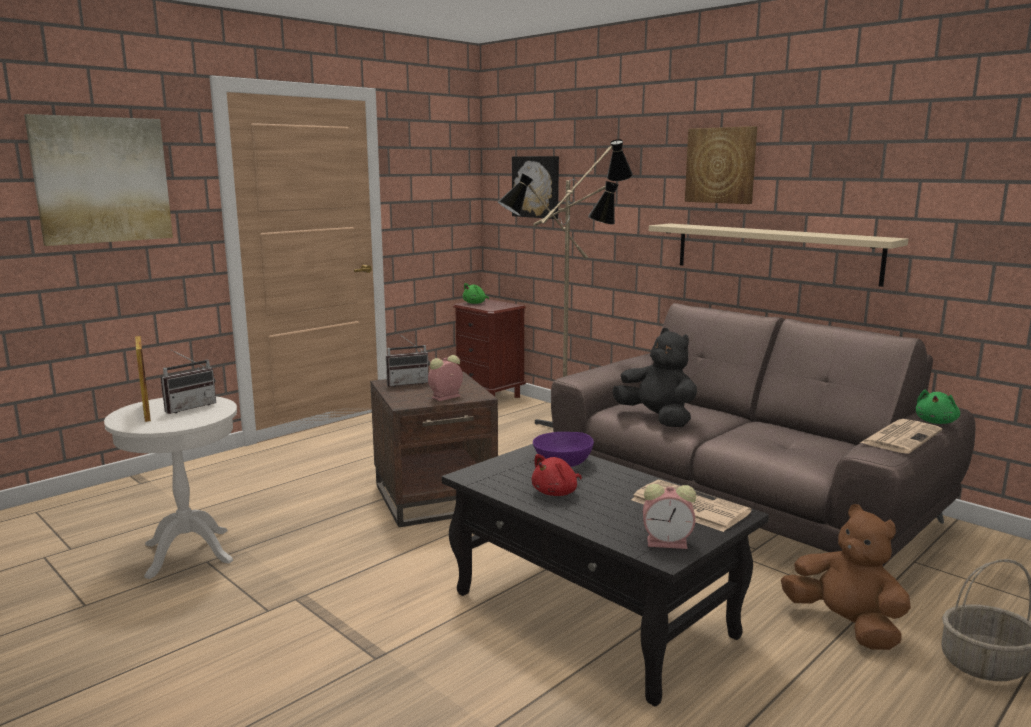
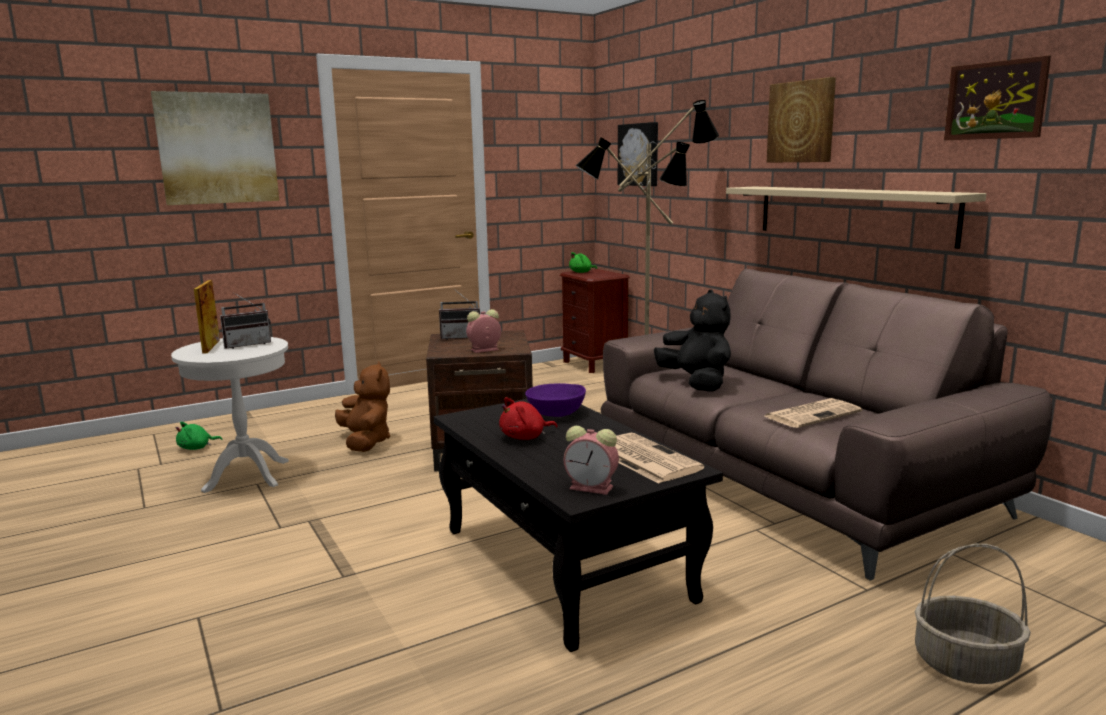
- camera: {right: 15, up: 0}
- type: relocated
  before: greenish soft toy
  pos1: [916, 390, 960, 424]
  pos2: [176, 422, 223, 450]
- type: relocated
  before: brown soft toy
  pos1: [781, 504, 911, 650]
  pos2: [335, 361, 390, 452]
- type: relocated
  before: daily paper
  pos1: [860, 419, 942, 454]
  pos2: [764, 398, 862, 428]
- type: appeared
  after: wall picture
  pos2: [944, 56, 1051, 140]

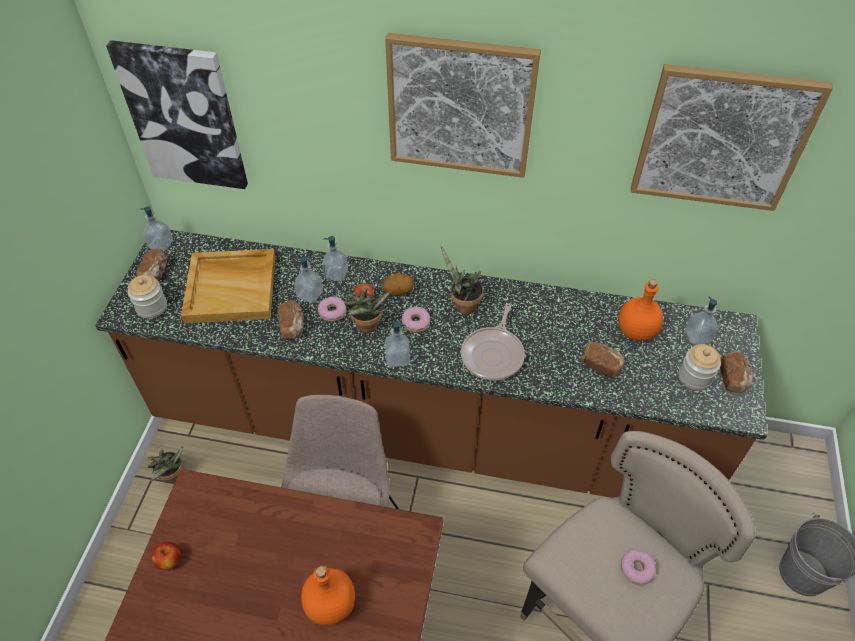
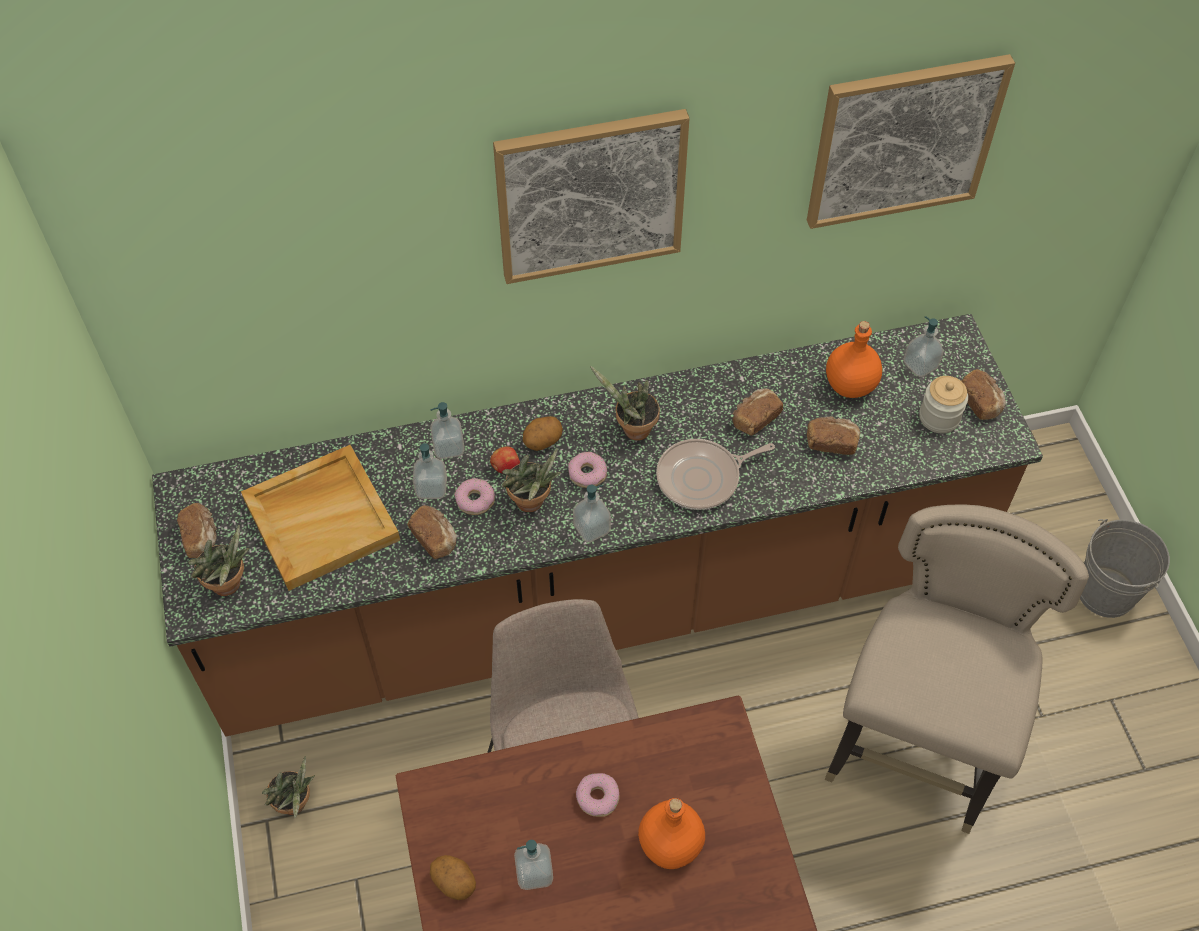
- camera: {right: -25, up: 5}
- type: exchanged
  before: storage jar
  after: potted plant
  pos1: [128, 275, 167, 319]
  pos2: [188, 525, 250, 596]
- type: exchanged
  before: whole apple
  after: spud
  pos1: [152, 542, 181, 570]
  pos2: [430, 855, 476, 900]
- type: relocated
  before: soap bottle
  pos1: [140, 206, 173, 251]
  pos2: [514, 840, 553, 890]
- type: relocated
  before: donut
  pos1: [621, 549, 656, 586]
  pos2: [576, 773, 620, 817]
- type: spun
  before: pan
  pos1: [461, 304, 525, 380]
  pos2: [656, 439, 775, 510]
  turn: 75
- type: appeared
  after: bread
  pos2: [732, 388, 783, 436]
- type: missing
  before: wall picture
  pos1: [106, 40, 248, 189]

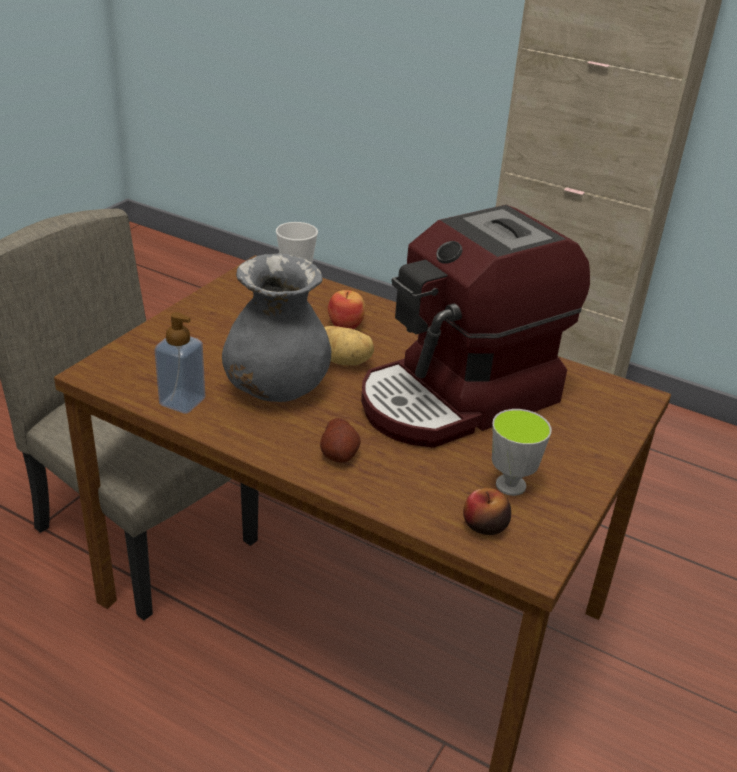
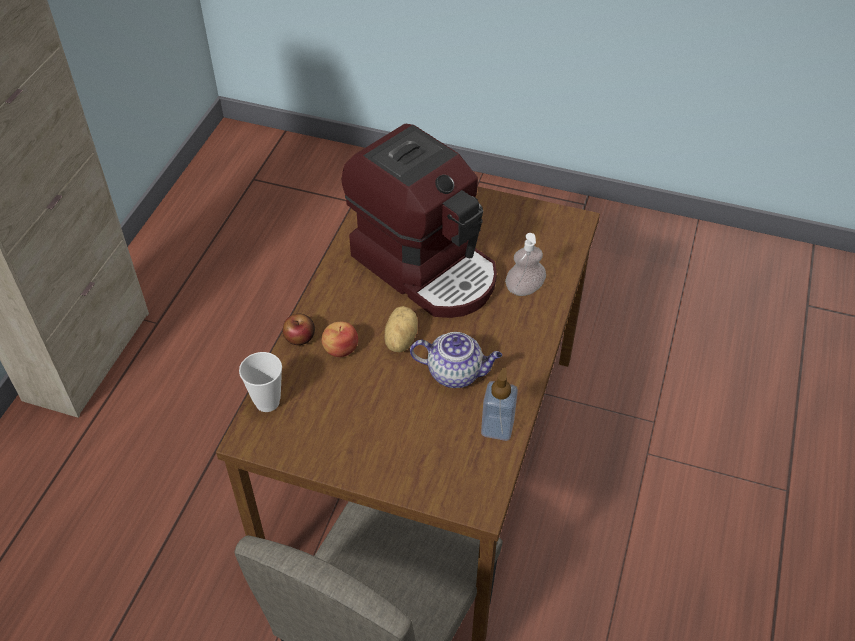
- camera: {right: -100, up: 15}
- type: relocated
  before: whole apple
  pos1: [463, 488, 511, 535]
  pos2: [283, 313, 315, 345]
- type: exchanged
  before: grey flower vase
  after: tea pot
  pos1: [222, 253, 331, 402]
  pos2: [410, 332, 502, 388]
- type: appeared
  after: soap bottle
  pos2: [505, 233, 546, 296]
- type: missing
  before: spud
  pos1: [320, 418, 361, 463]
- type: missing
  before: drinking cup
  pos1: [492, 409, 552, 496]

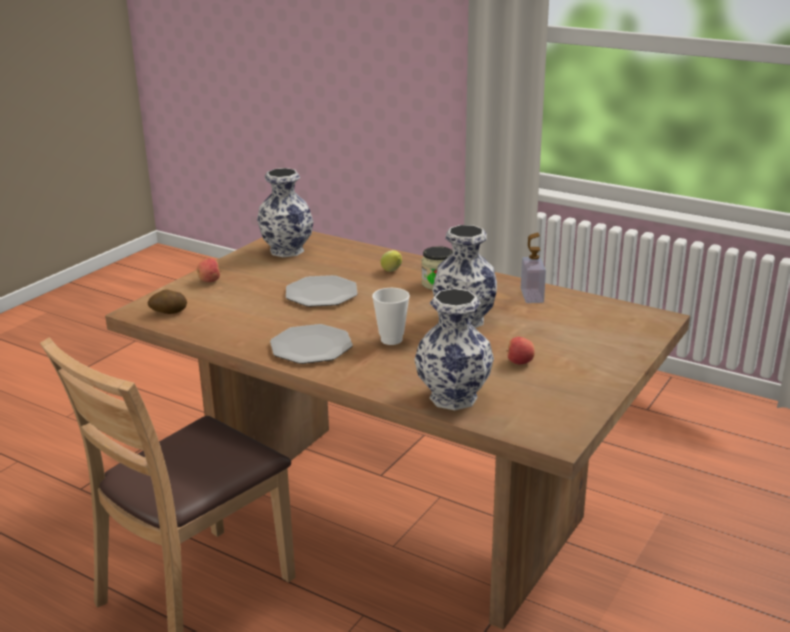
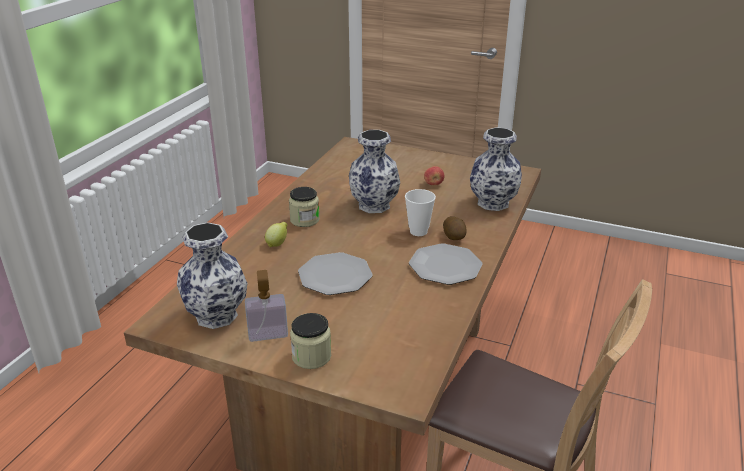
- camera: {right: -100, up: 5}
- type: relocated
  before: soap bottle
  pos1: [521, 233, 546, 303]
  pos2: [245, 270, 288, 342]
- type: exchanged
  before: whole apple
  after: storage jar
  pos1: [197, 258, 221, 282]
  pos2: [290, 313, 331, 369]
- type: relocated
  before: spud
  pos1: [148, 289, 187, 314]
  pos2: [443, 216, 467, 240]

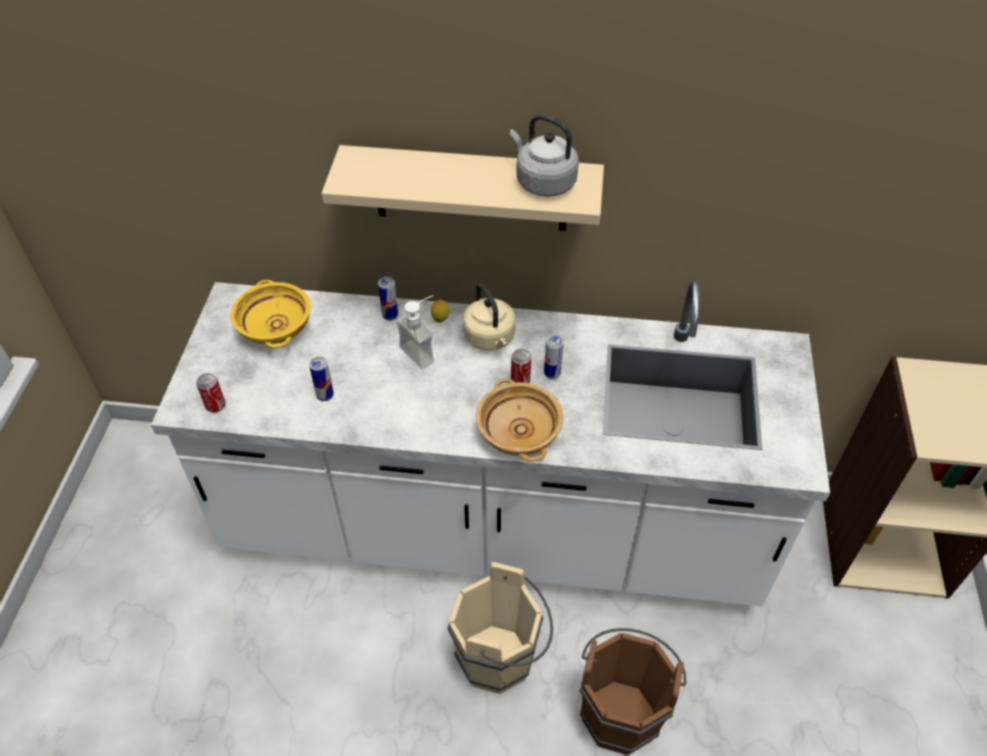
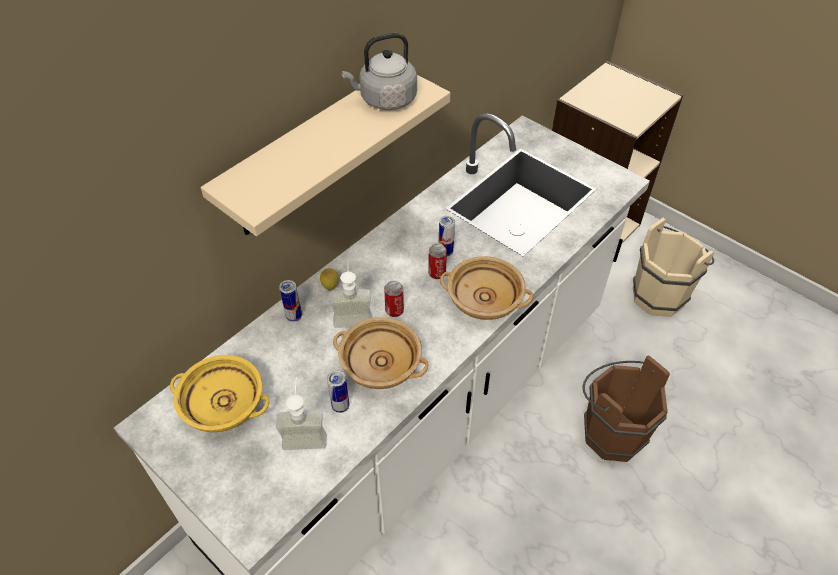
- camera: {right: -55, up: 0}
- type: appeared
  after: soap bottle
  pos2: [276, 377, 327, 450]
- type: appeared
  after: beige-coloured serving bowl
  pos2: [333, 317, 428, 389]
- type: relocated
  before: metal can
  pos1: [196, 373, 225, 412]
  pos2: [384, 281, 404, 317]
- type: relocated
  before: beige-coloured bucket
  pos1: [448, 562, 553, 694]
  pos2: [633, 217, 714, 317]
- type: missing
  before: beige-coloured water kettle
  pos1: [463, 283, 516, 350]

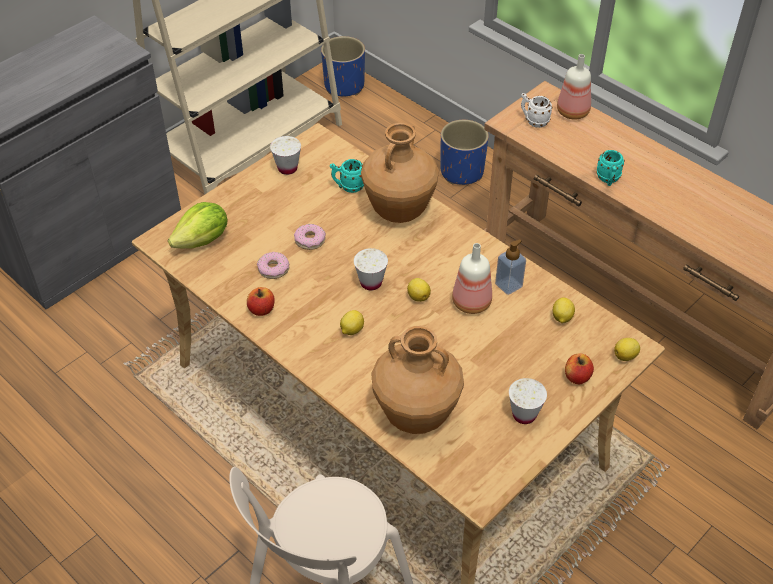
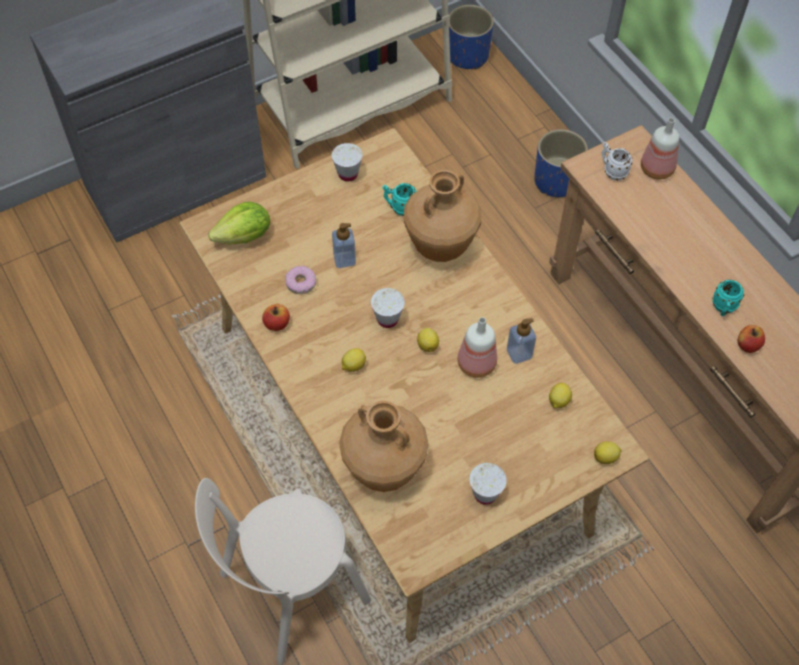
- camera: {right: 15, up: 10}
- type: exchanged
  before: donut
  after: soap bottle
  pos1: [294, 224, 326, 250]
  pos2: [332, 223, 356, 268]
- type: relocated
  before: turquoise-coloured mug
  pos1: [596, 150, 625, 186]
  pos2: [712, 280, 744, 316]
- type: relocated
  before: whole apple
  pos1: [565, 353, 594, 384]
  pos2: [738, 325, 765, 353]

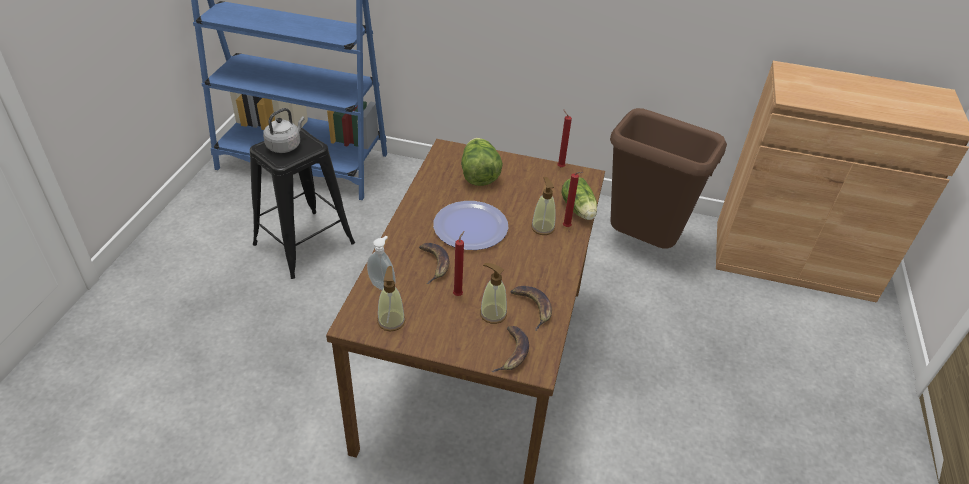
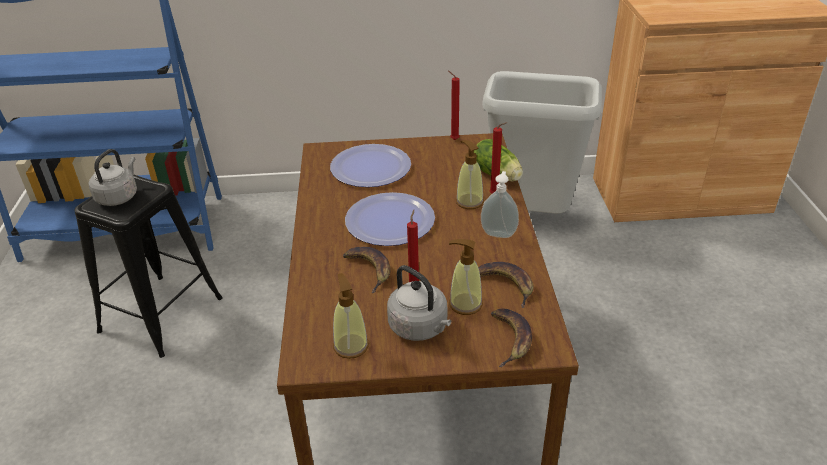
- camera: {right: -15, up: -5}
- type: exchanged
  before: head of lettuce
  after: plate
  pos1: [461, 138, 503, 186]
  pos2: [330, 144, 411, 187]
- type: appeared
  after: grey water kettle
  pos2: [387, 265, 451, 341]
- type: relocated
  before: soap bottle
  pos1: [367, 236, 395, 290]
  pos2: [481, 171, 519, 238]
- type: colour
  before: brown trash can
  after: grey trash can
  pos1: [610, 108, 727, 248]
  pos2: [482, 71, 602, 213]

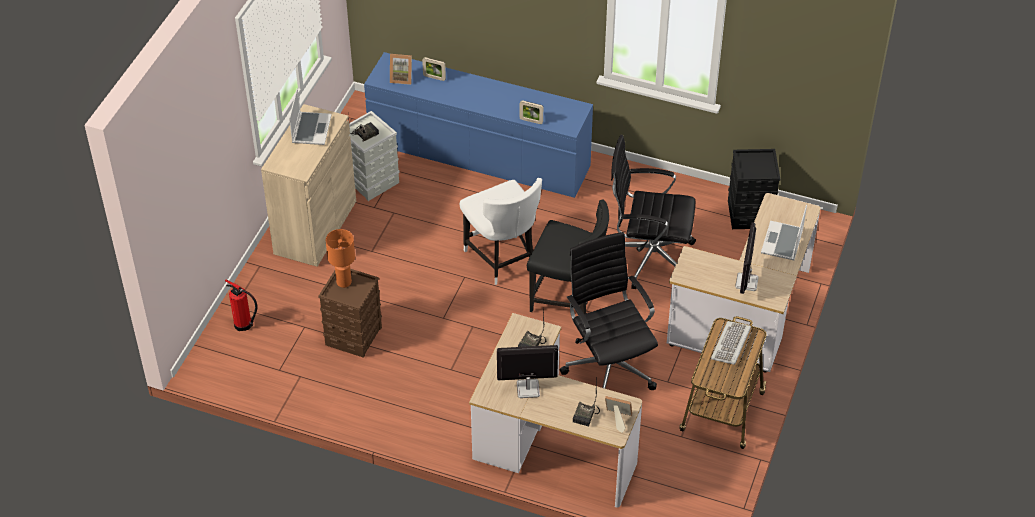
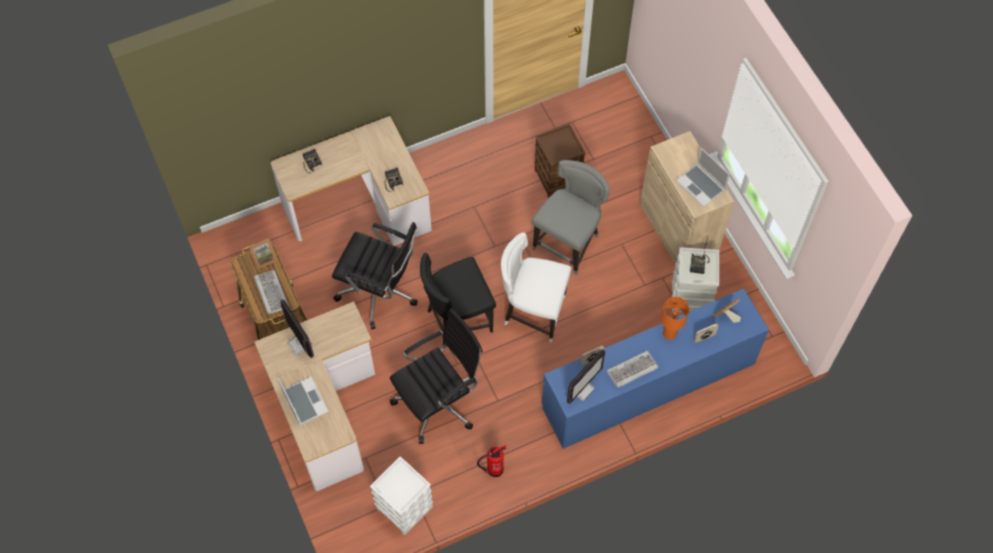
- camera: {right: 135, up: 15}
- type: relocated
  before: photo frame
  pos1: [605, 396, 632, 433]
  pos2: [249, 238, 277, 269]
- type: colour
  before: black-coloured storage bin
  after: whitish storage bin
  pos1: [728, 149, 780, 229]
  pos2: [370, 456, 433, 535]
- type: relocated
  before: fire-fighting cylinder
  pos1: [225, 280, 258, 331]
  pos2: [477, 445, 506, 477]
- type: appeared
  after: grey plain chair
  pos2: [531, 160, 610, 275]
- type: relocated
  before: computer display
  pos1: [497, 345, 558, 398]
  pos2: [567, 349, 605, 404]
- type: appeared
  after: computer keyboard
  pos2: [607, 351, 659, 388]
- type: relocated
  before: orange-coloured lamp for a table
  pos1: [326, 229, 355, 288]
  pos2: [661, 297, 689, 340]

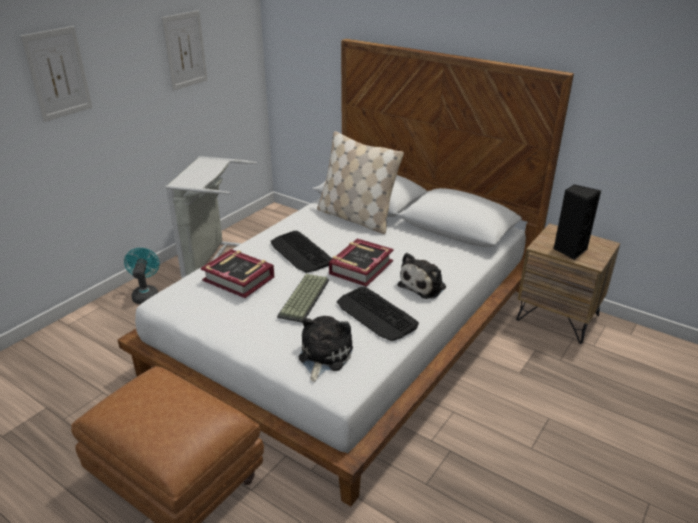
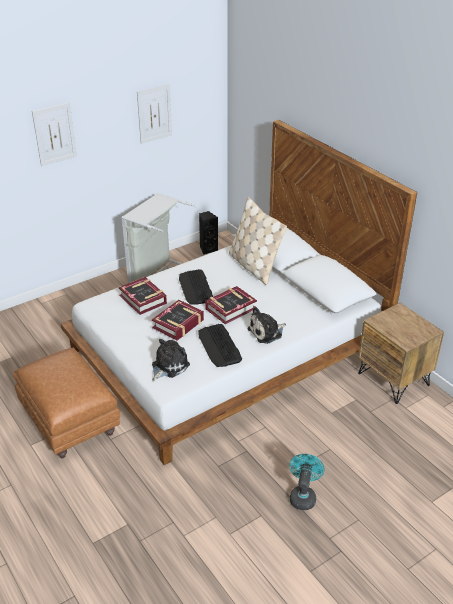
- camera: {right: 20, up: 5}
- type: exchanged
  before: computer keyboard
  after: volume
  pos1: [277, 274, 329, 323]
  pos2: [152, 300, 204, 341]
- type: relocated
  before: black-coloured audio speaker
  pos1: [553, 185, 601, 260]
  pos2: [199, 211, 218, 255]
- type: relocated
  before: turquoise-coloured cooling fan
  pos1: [124, 248, 160, 304]
  pos2: [289, 454, 325, 510]

